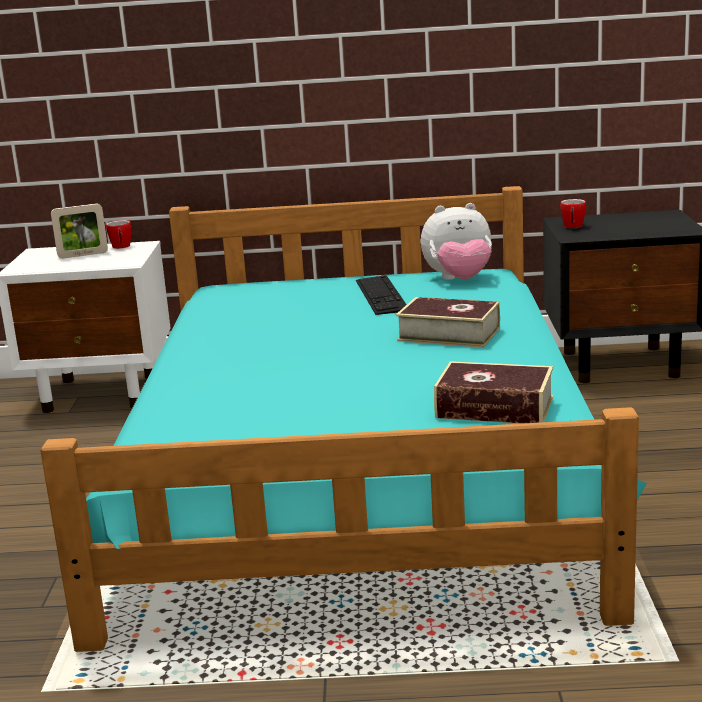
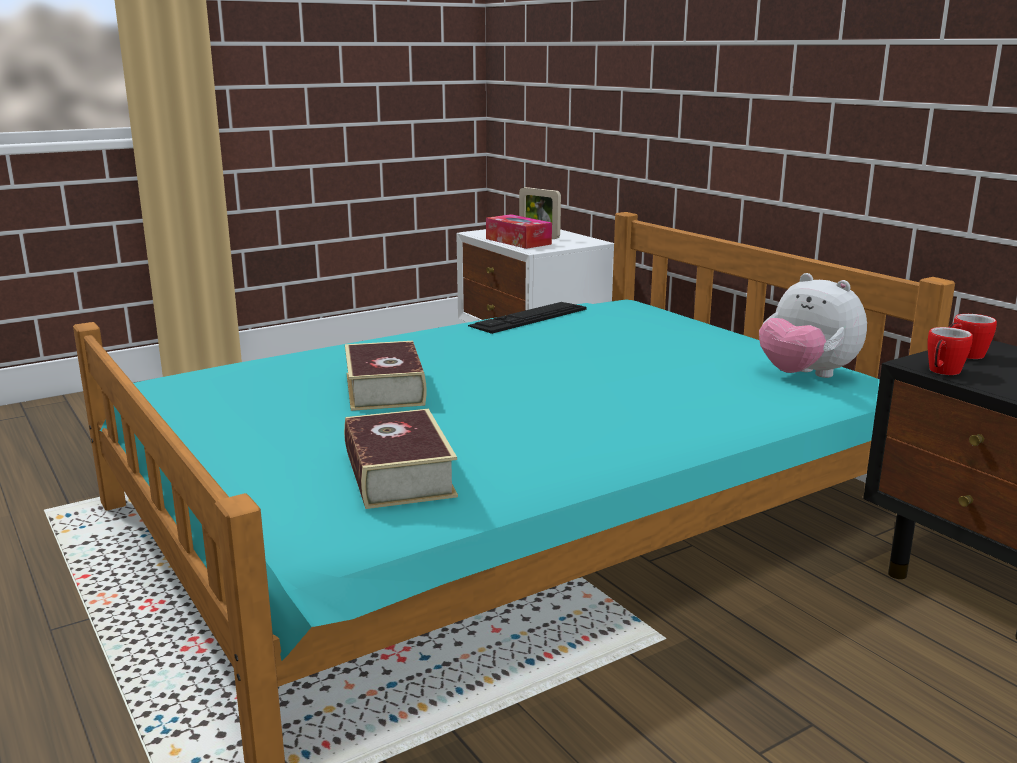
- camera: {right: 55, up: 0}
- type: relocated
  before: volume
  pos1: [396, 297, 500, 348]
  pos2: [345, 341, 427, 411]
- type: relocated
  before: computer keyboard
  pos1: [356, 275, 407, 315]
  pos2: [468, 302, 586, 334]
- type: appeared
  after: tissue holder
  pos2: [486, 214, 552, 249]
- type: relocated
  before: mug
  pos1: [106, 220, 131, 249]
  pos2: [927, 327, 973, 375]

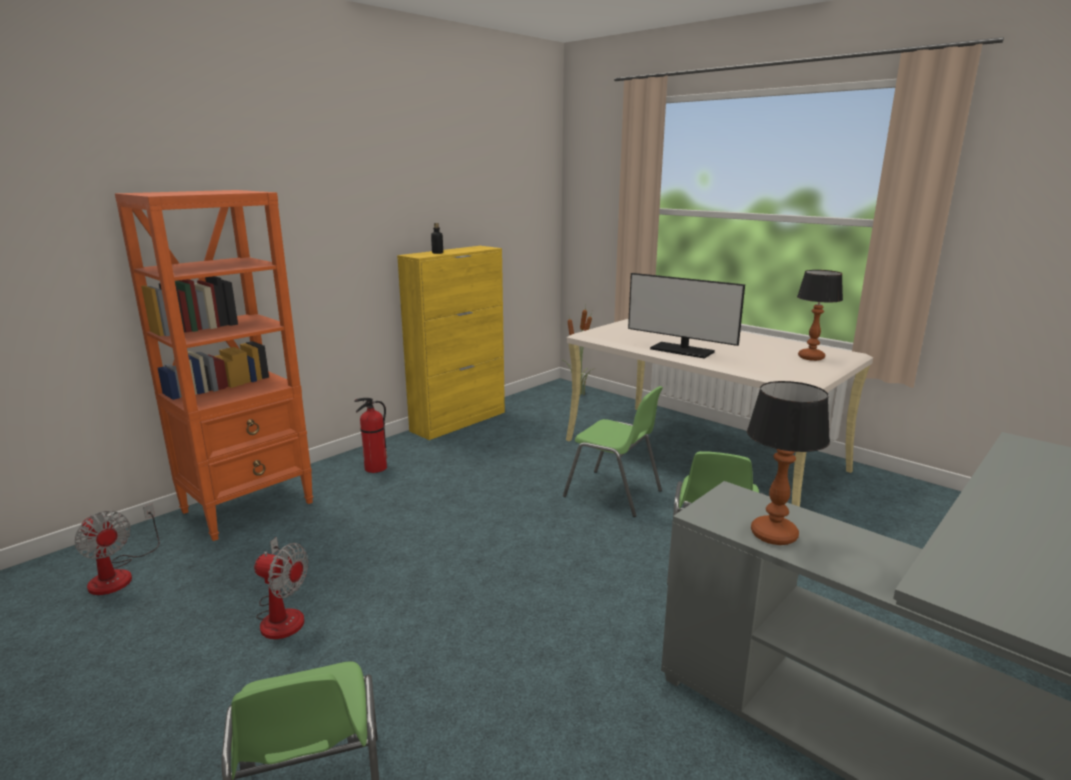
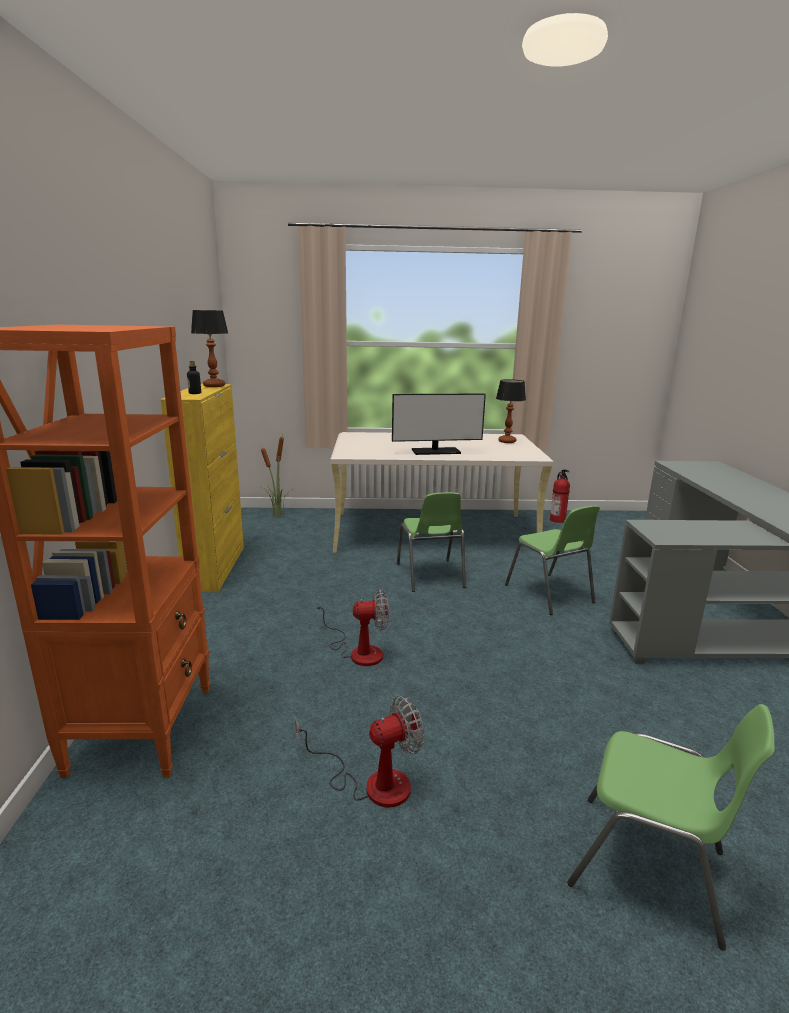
- camera: {right: -45, up: 0}
- type: relocated
  before: lamp for a table
  pos1: [747, 381, 830, 545]
  pos2: [191, 310, 228, 387]
- type: relocated
  before: cooling fan
  pos1: [74, 504, 160, 595]
  pos2: [317, 589, 389, 666]
- type: spun
  before: greenish plain chair
  pos1: [563, 386, 663, 517]
  pos2: [397, 492, 466, 592]
  turn: 90
- type: relocated
  before: fire-fighting cylinder
  pos1: [354, 398, 387, 473]
  pos2: [550, 470, 570, 523]

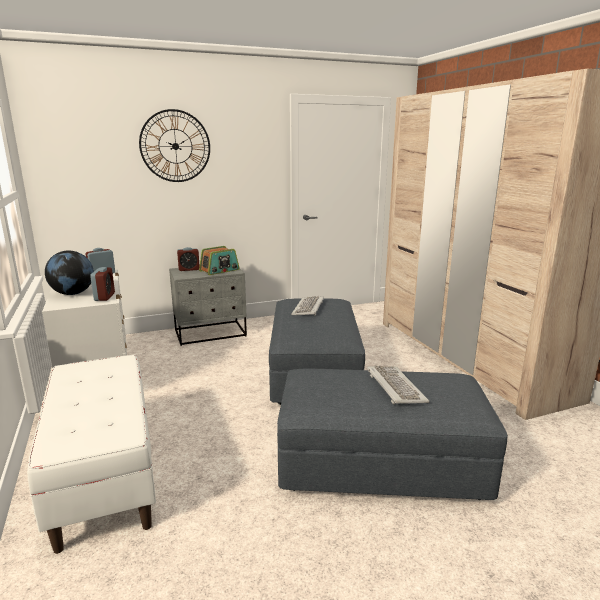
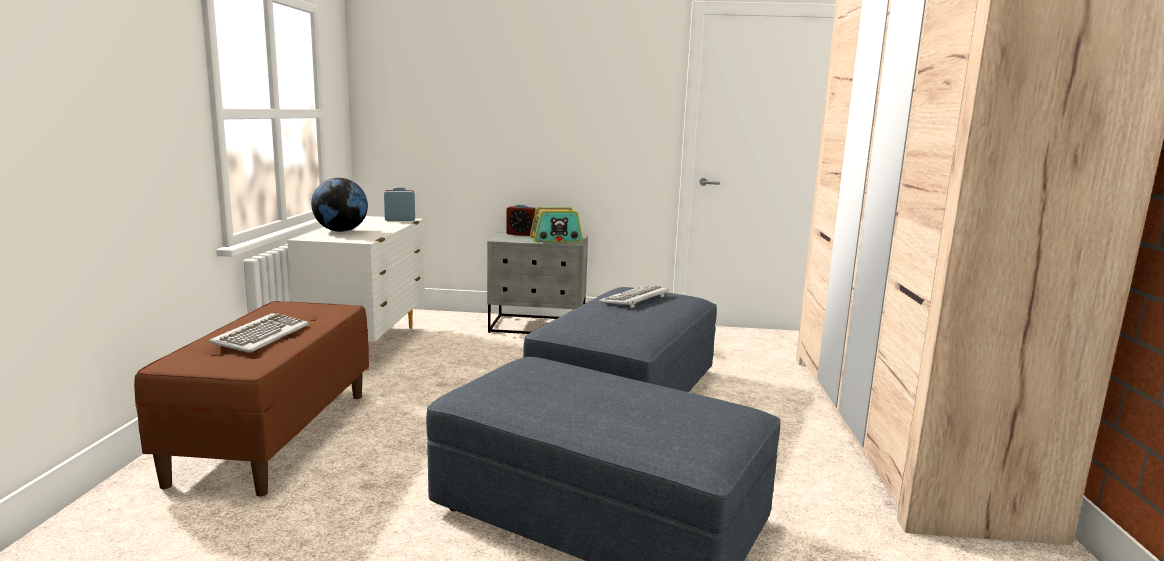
- camera: {right: 25, up: -5}
- type: colour
  before: whitish indoor bench
  after: brown indoor bench
  pos1: [27, 354, 156, 554]
  pos2: [134, 301, 369, 497]
- type: relocated
  before: computer keyboard
  pos1: [367, 366, 429, 404]
  pos2: [209, 313, 309, 353]
- type: missing
  before: table clock
  pos1: [90, 267, 115, 301]
- type: missing
  before: hanging clock
  pos1: [139, 109, 210, 182]

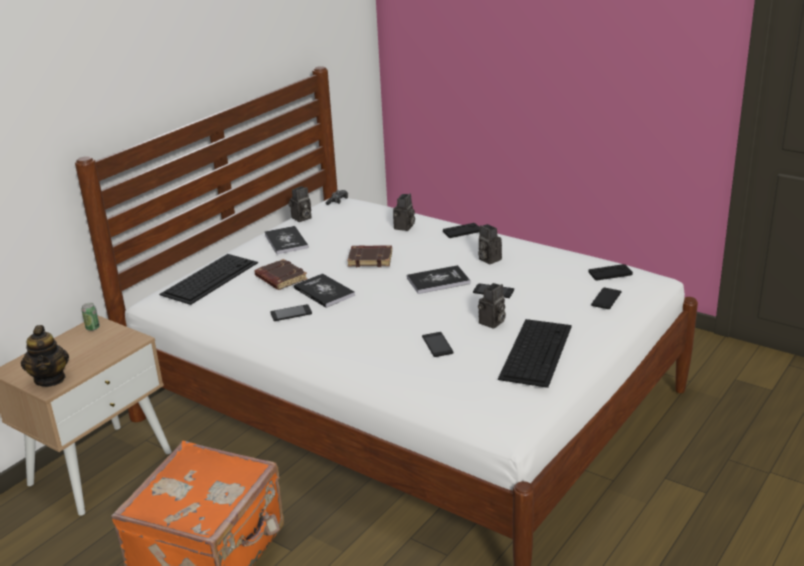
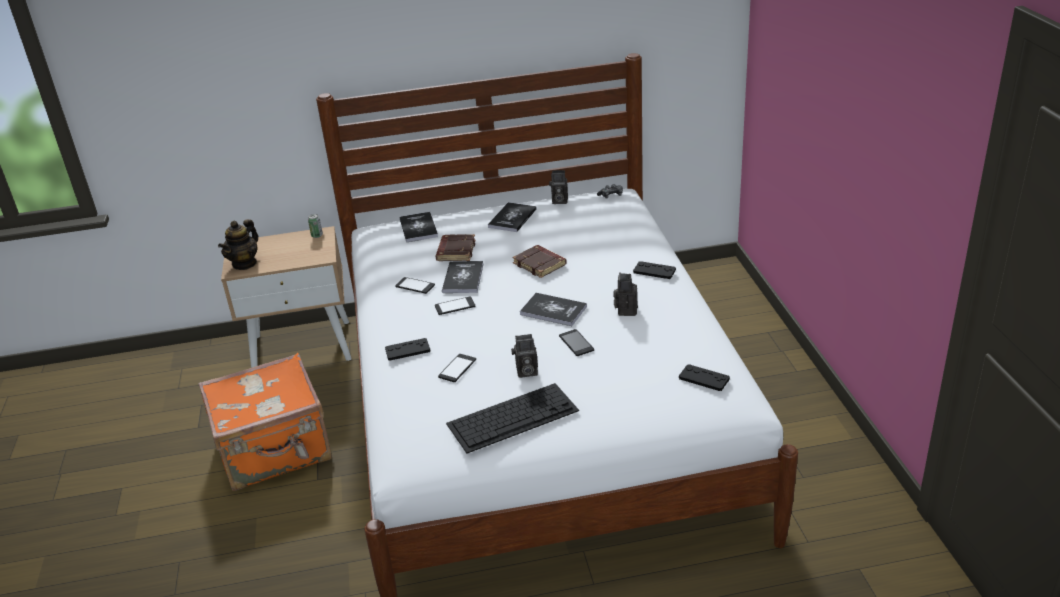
- camera: {right: 45, up: 5}
- type: appeared
  after: black-coloured game controller
  pos2: [385, 338, 430, 361]
- type: exchanged
  before: computer keyboard
  after: volume
  pos1: [159, 254, 258, 305]
  pos2: [400, 212, 438, 242]
- type: relocated
  before: handset
  pos1: [591, 287, 621, 309]
  pos2: [435, 296, 475, 315]
- type: missing
  before: photo camera
  pos1: [393, 194, 415, 231]

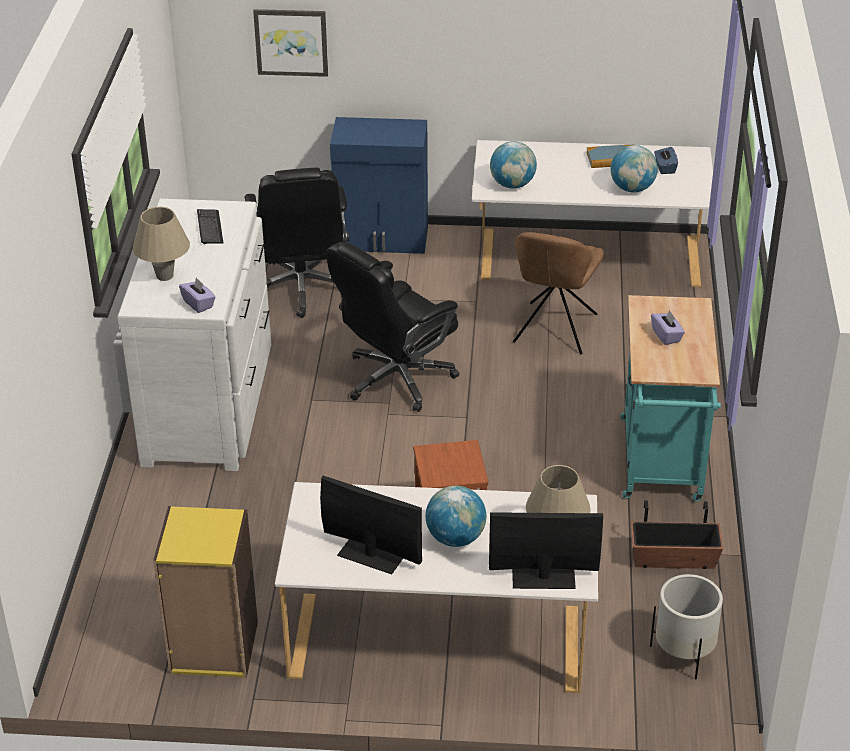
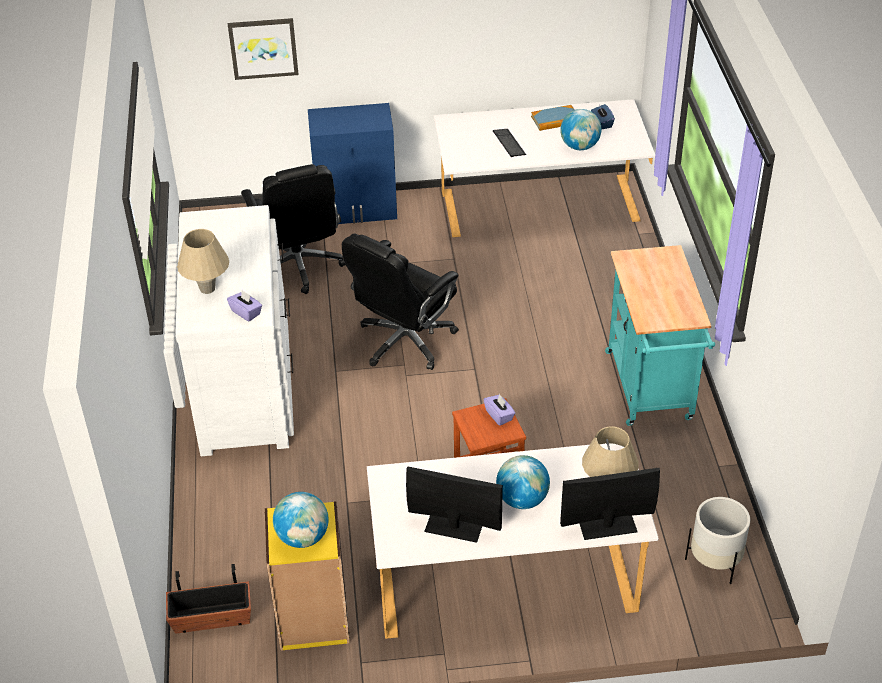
- camera: {right: -10, up: 5}
- type: relocated
  before: flower pot
  pos1: [631, 500, 723, 569]
  pos2: [166, 564, 251, 634]
- type: relocated
  before: globe
  pos1: [490, 141, 537, 189]
  pos2: [273, 492, 329, 548]
- type: relocated
  before: purple tissue holder
  pos1: [651, 309, 685, 345]
  pos2: [484, 394, 516, 426]
- type: relocated
  before: computer keyboard
  pos1: [197, 209, 223, 244]
  pos2: [493, 129, 526, 157]
- type: missing
  before: brown plain chair
  pos1: [513, 232, 604, 354]

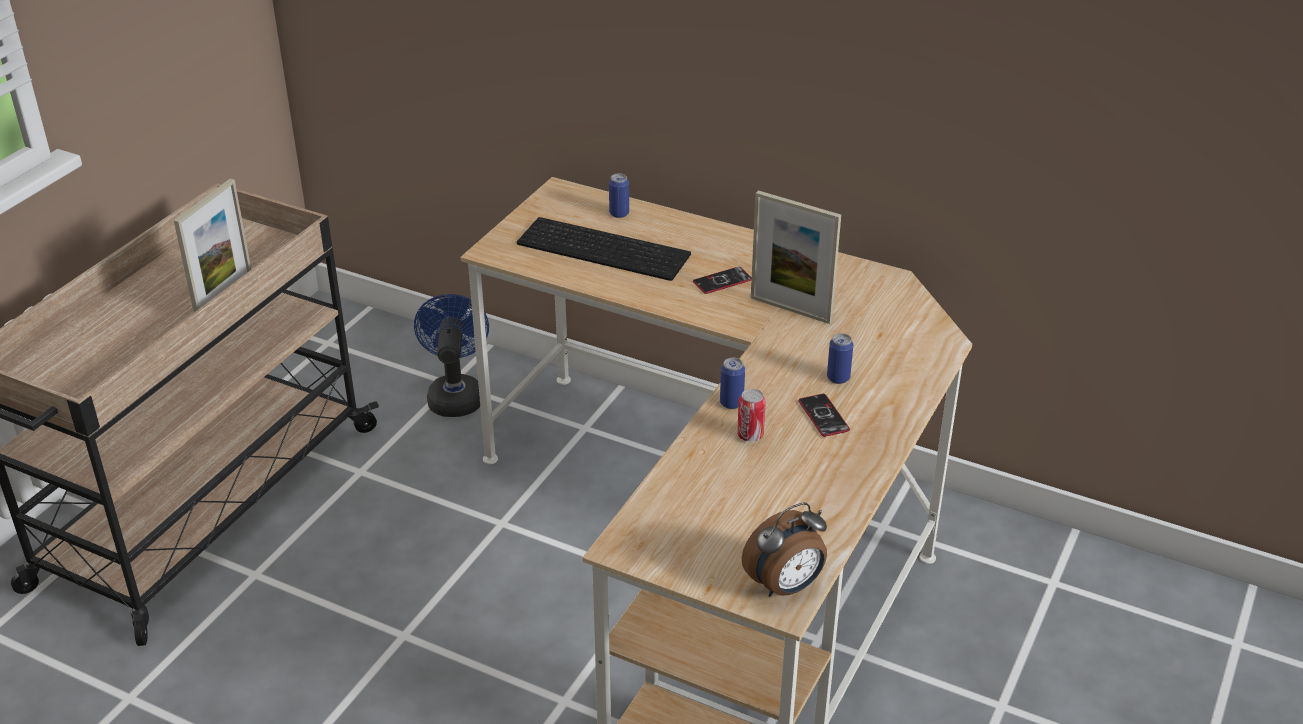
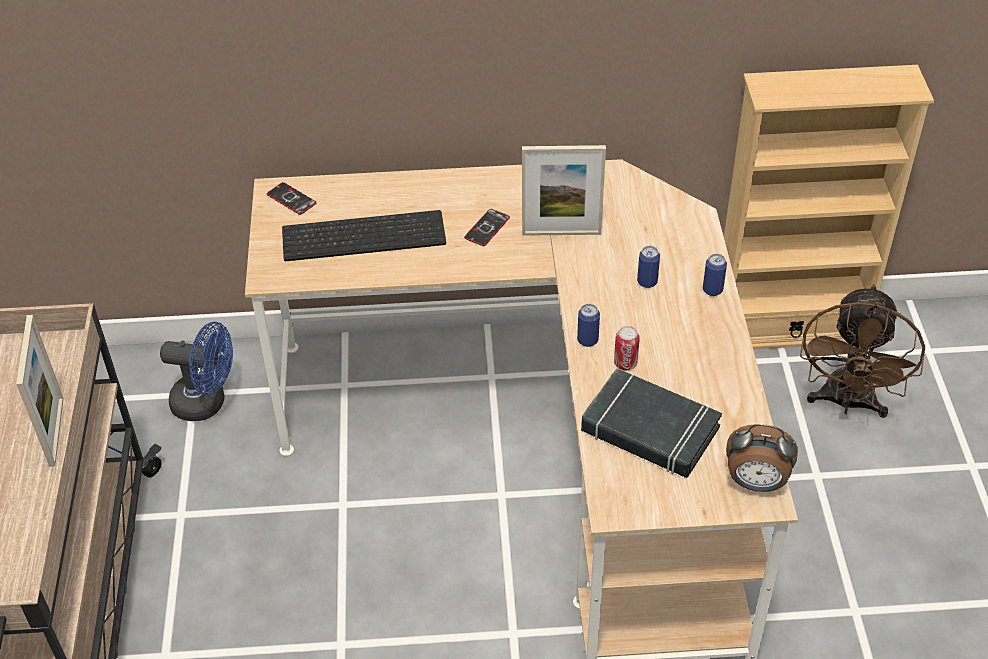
- camera: {right: -30, up: 10}
- type: spun
  before: blue cooling fan
  pos1: [414, 294, 489, 417]
  pos2: [160, 322, 233, 421]
  turn: 135
- type: relocated
  before: handset
  pos1: [799, 394, 850, 437]
  pos2: [267, 182, 316, 215]
- type: appeared
  after: black-coloured volume
  pos2: [581, 368, 722, 478]
- type: relocated
  before: metal can
  pos1: [609, 173, 629, 218]
  pos2: [703, 254, 727, 296]
- type: appeared
  after: beige-coloured shelving unit
  pos2: [724, 65, 934, 349]
- type: spun
  before: table clock
  pos1: [741, 503, 827, 597]
  pos2: [726, 424, 798, 492]
  turn: 75
- type: appeared
  after: brown cooling fan
  pos2: [800, 284, 925, 418]

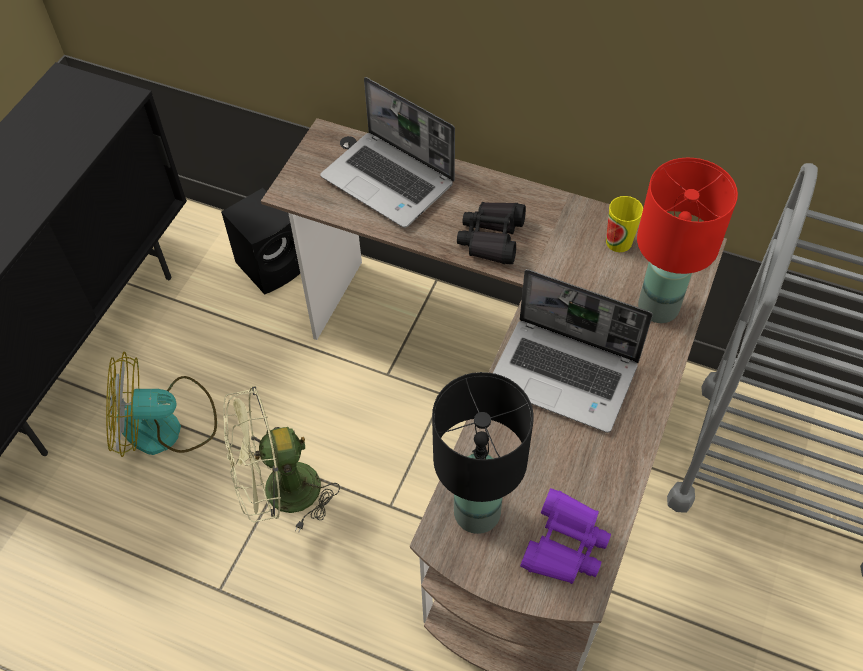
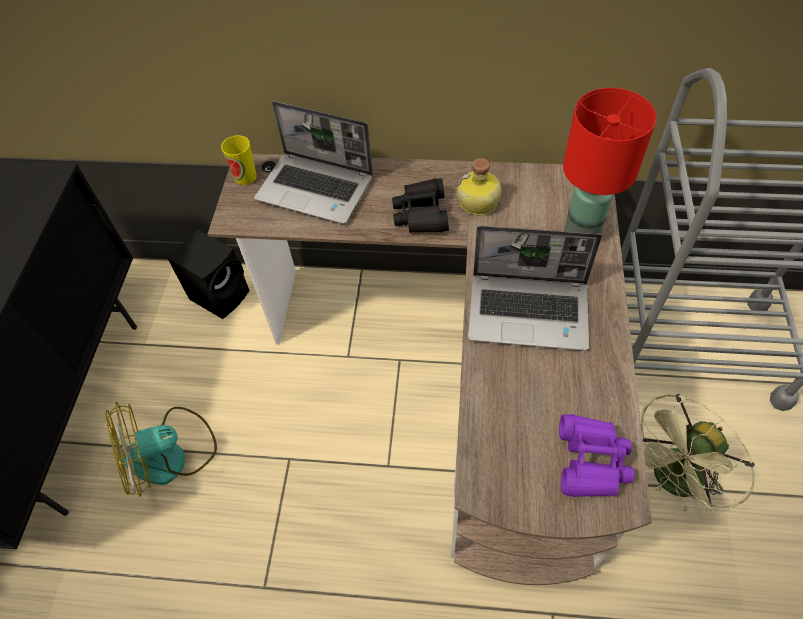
- camera: {right: -15, up: 0}
- type: relocated
  before: drinking cup
  pos1: [606, 196, 643, 252]
  pos2: [221, 135, 257, 185]
- type: appeared
  after: beverage bottle
  pos2: [457, 158, 502, 215]
- type: relocated
  before: greenish cooling fan
  pos1: [223, 386, 340, 532]
  pos2: [640, 394, 755, 518]
- type: missing
  before: black-coloured lamp for a table
  pos1: [432, 372, 534, 534]

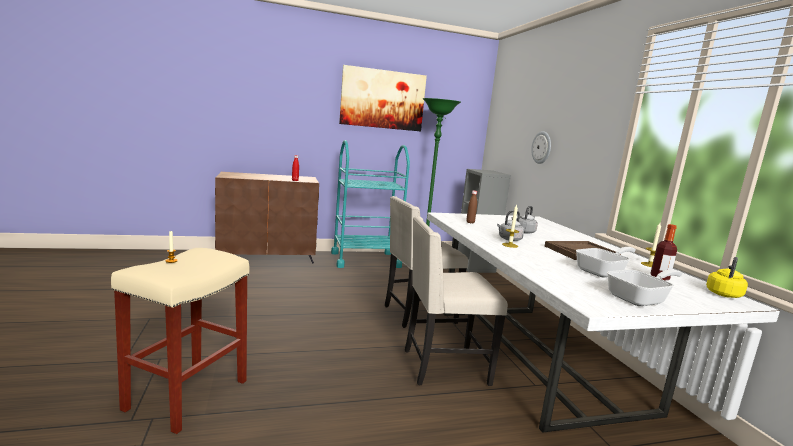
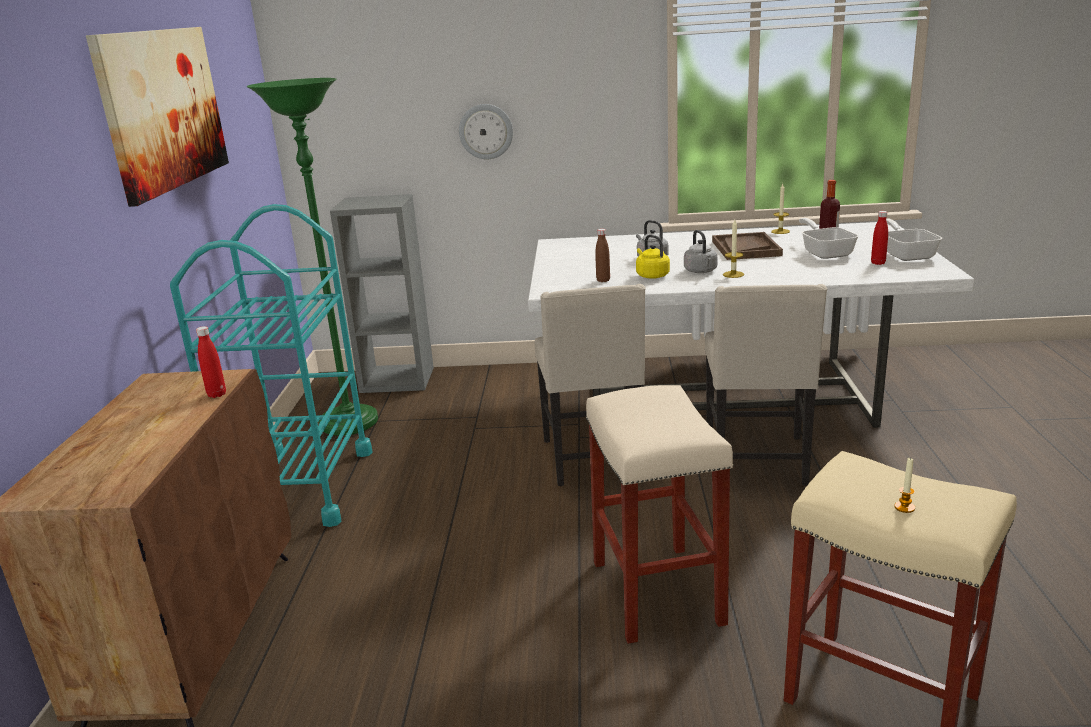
- camera: {right: -70, up: 10}
- type: appeared
  after: beige-coloured stool seat
  pos2: [586, 385, 733, 644]
- type: relocated
  before: yellow-coloured water kettle
  pos1: [706, 257, 748, 298]
  pos2: [636, 235, 670, 279]
- type: appeared
  after: red beverage bottle
  pos2: [871, 211, 888, 265]

